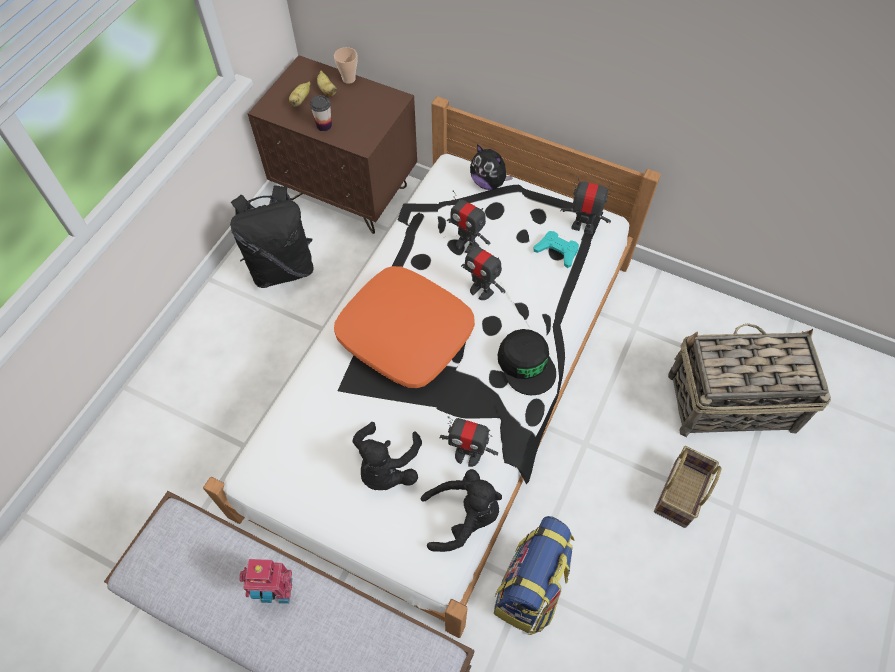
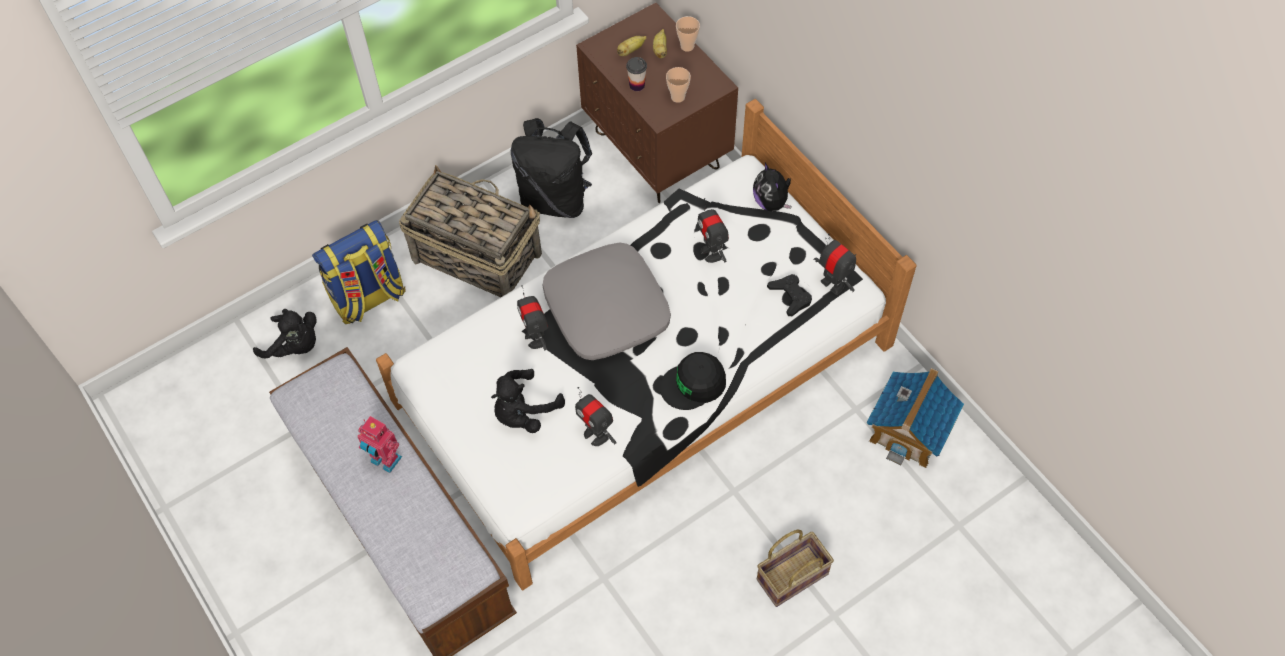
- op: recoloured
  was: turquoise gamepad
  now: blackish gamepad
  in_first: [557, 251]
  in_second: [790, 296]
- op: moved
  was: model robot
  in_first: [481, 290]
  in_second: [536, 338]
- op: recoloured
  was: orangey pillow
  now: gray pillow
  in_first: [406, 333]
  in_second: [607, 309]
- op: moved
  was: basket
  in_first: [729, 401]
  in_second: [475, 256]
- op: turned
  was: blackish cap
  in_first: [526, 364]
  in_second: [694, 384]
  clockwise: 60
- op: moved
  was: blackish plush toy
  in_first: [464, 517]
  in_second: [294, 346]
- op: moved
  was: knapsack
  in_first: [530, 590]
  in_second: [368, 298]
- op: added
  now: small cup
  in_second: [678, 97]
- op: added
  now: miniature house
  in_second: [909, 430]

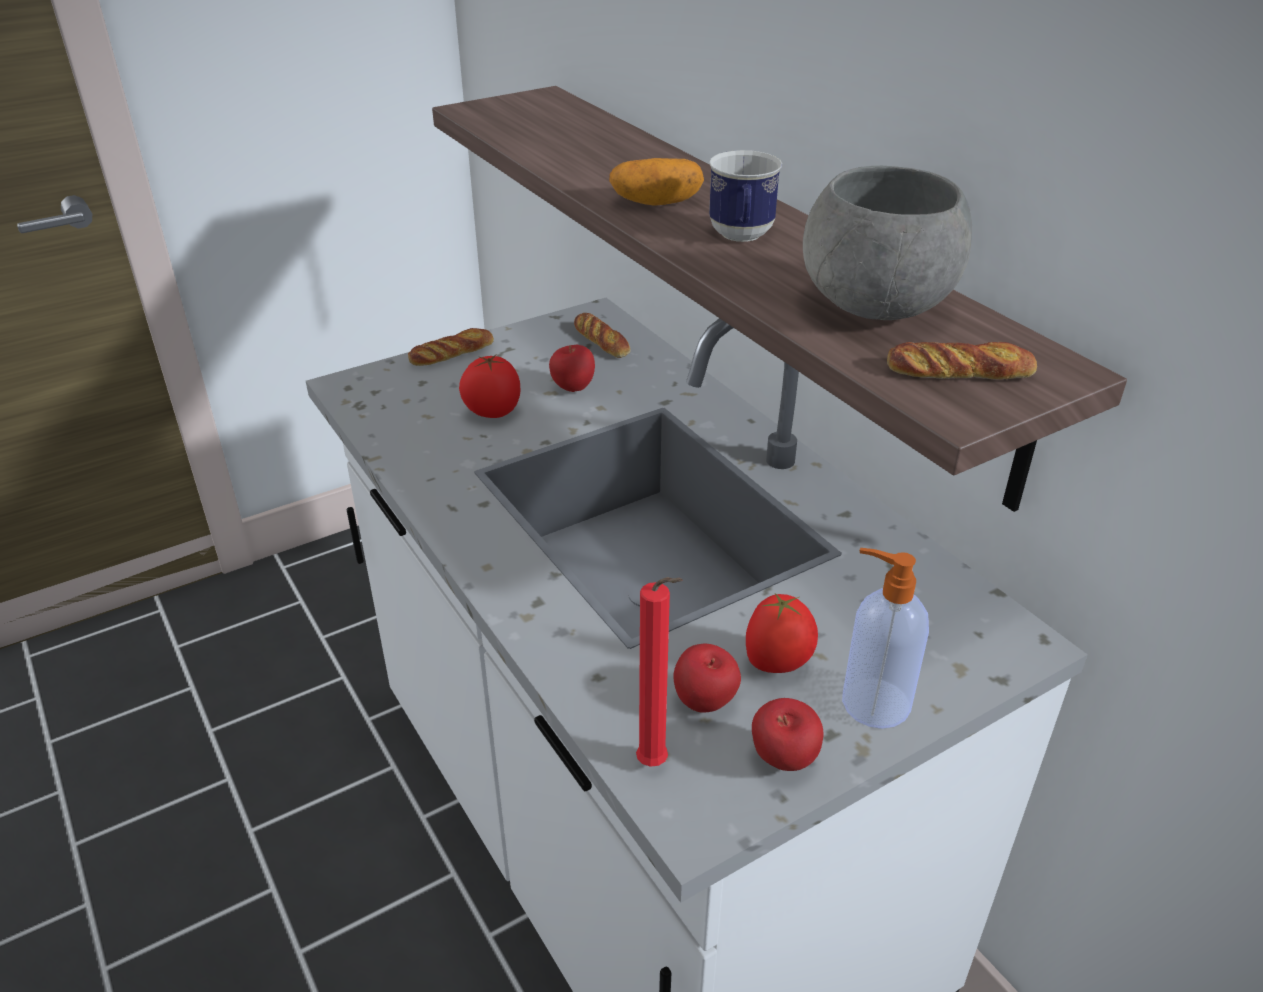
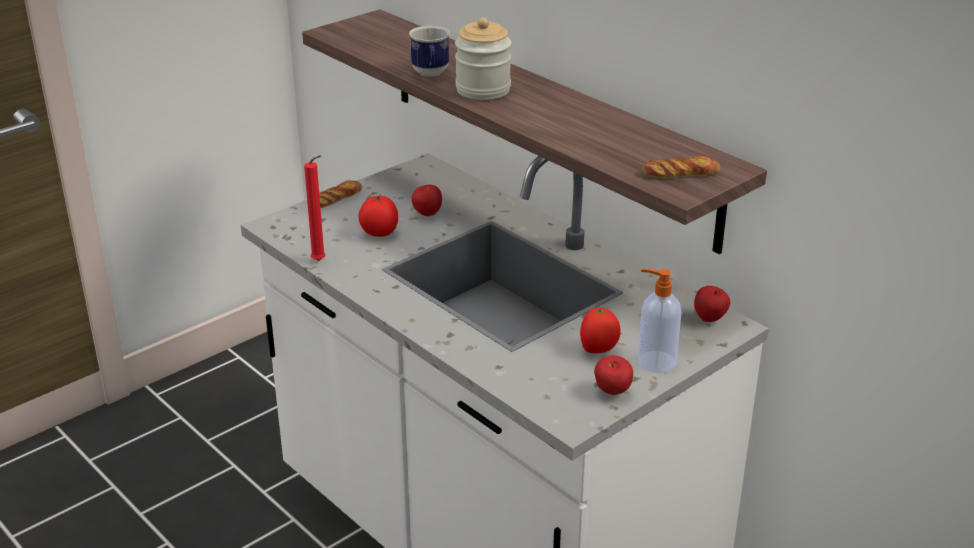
- op: moved
  was: tea mug
  in_first: [741, 238]
  in_second: [430, 74]
- op: replaced
  was: potato
  now: jar
  in_first: [656, 202]
  in_second: [483, 90]
- op: removed
  was: gray serving bowl
  in_first: [879, 307]
- op: removed
  was: baked bread
  in_first: [601, 341]
- op: moved
  was: reddish candle
  in_first: [656, 765]
  in_second: [320, 261]
- op: moved
  was: whole apple
  in_first: [705, 704]
  in_second: [710, 319]

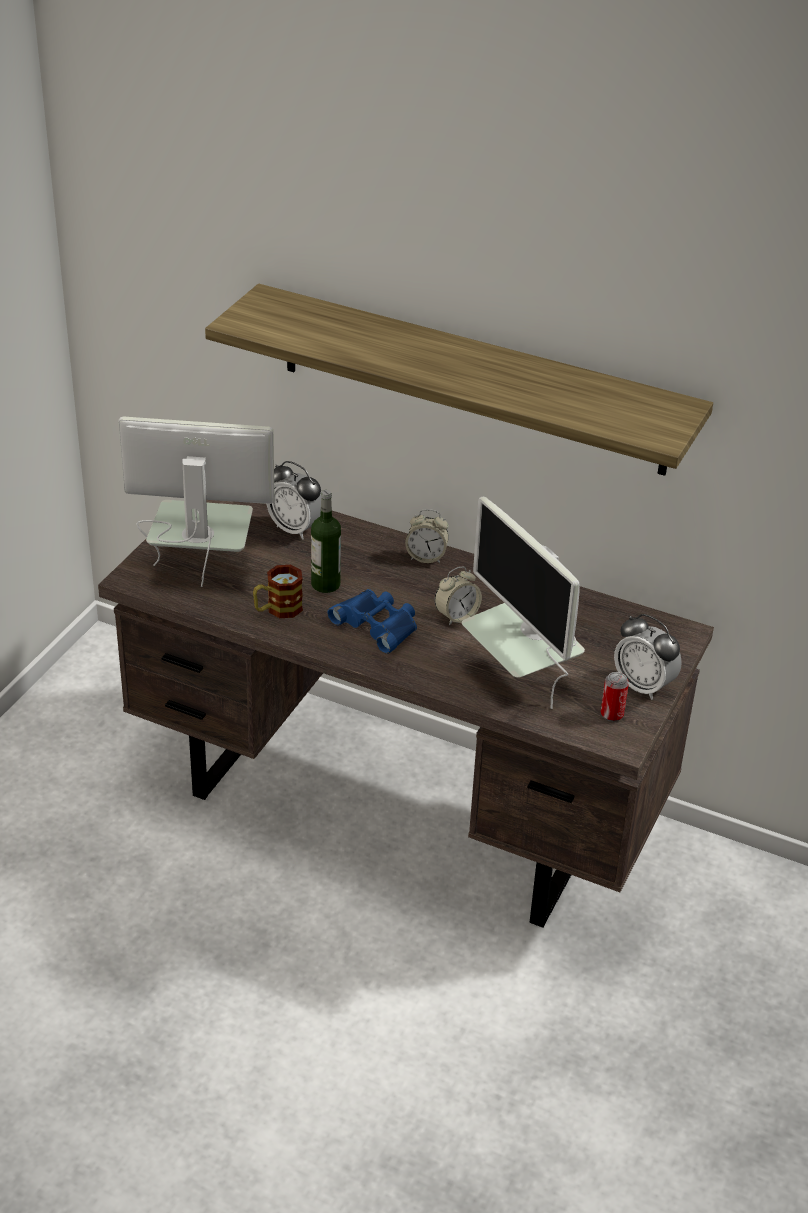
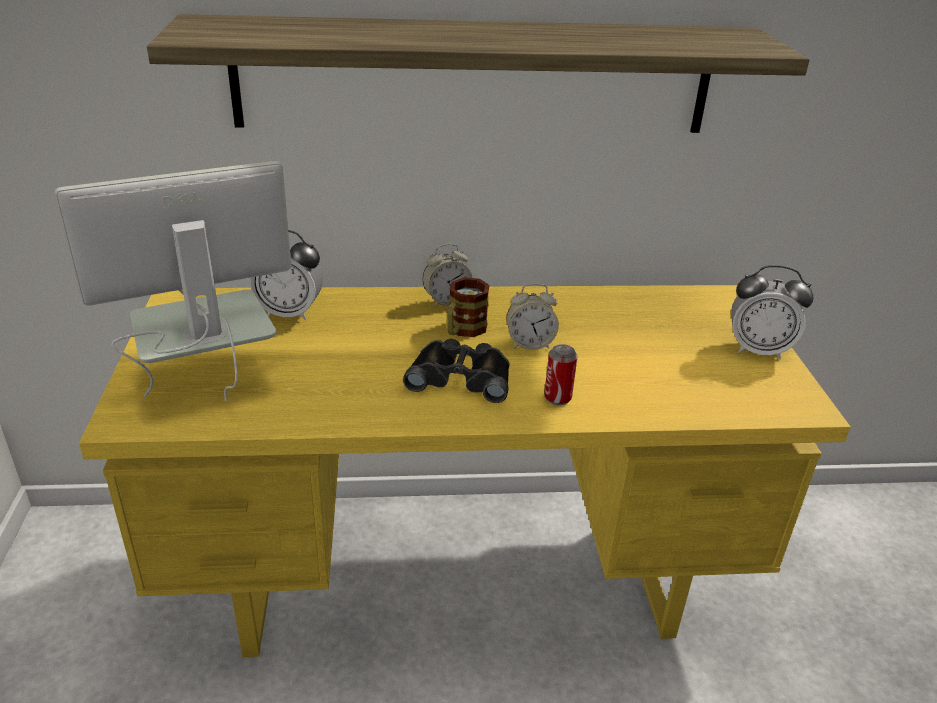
- op: removed
  was: beverage bottle
  in_first: [325, 584]
- op: removed
  was: monitor
  in_first: [522, 679]
- op: recoloured
  was: brown desk unit
  now: yellow-coloured desk unit
  in_first: [399, 808]
  in_second: [461, 576]
- op: moved
  was: tea mug
  in_first: [277, 609]
  in_second: [463, 330]
- op: turned
  was: bedside clock
  in_first: [456, 616]
  in_second: [529, 344]
  clockwise: 60
- op: recoloured
  was: blue pair of binoculars
  now: blackish pair of binoculars
  in_first: [377, 625]
  in_second: [461, 377]
- op: moved
  was: metal can
  in_first: [611, 714]
  in_second: [557, 398]

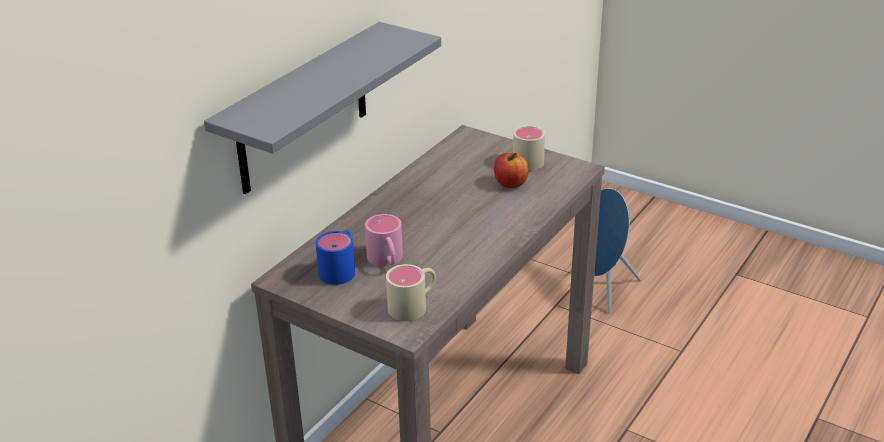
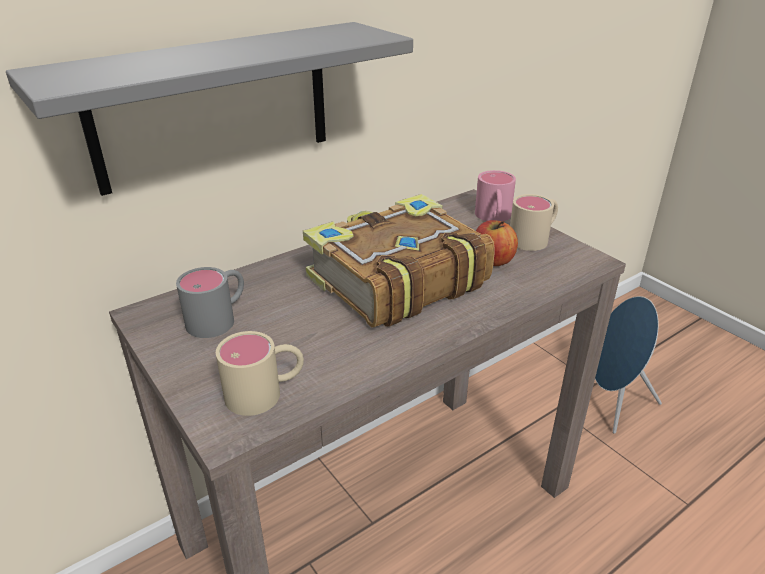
- op: moved
  was: pink-coloured tea mug
  in_first: [387, 260]
  in_second: [493, 218]
- op: recoloured
  was: blue tea mug
  now: gray tea mug
  in_first: [340, 268]
  in_second: [219, 318]
- op: added
  now: book
  in_second: [395, 280]

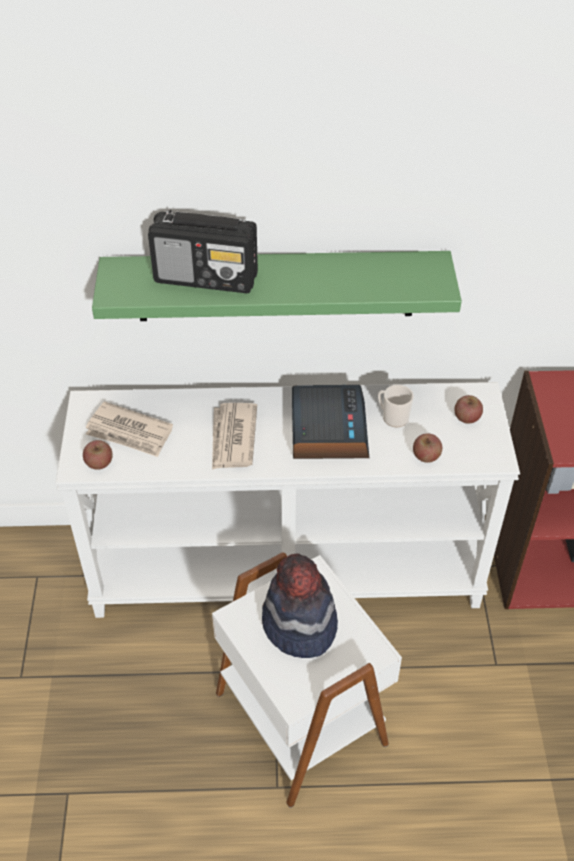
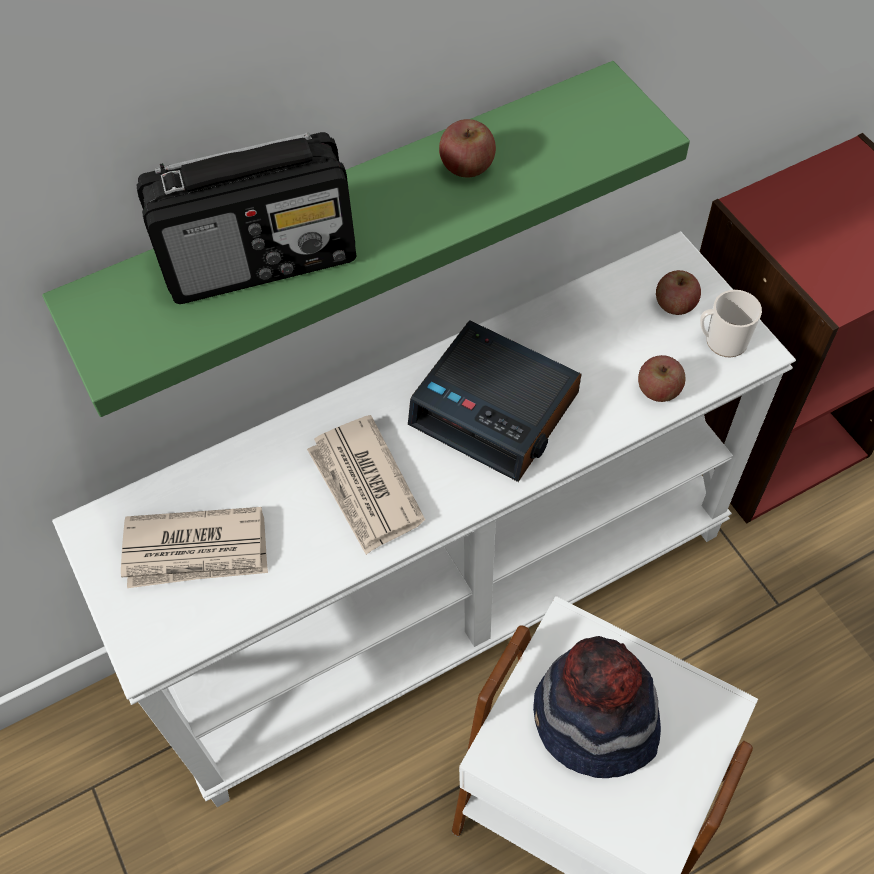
- op: turned
  was: bedside clock
  in_first: [327, 430]
  in_second: [496, 409]
  clockwise: 150
- op: moved
  was: tea mug
  in_first: [392, 417]
  in_second: [721, 341]
- op: moved
  was: whole apple
  in_first: [99, 463]
  in_second: [467, 166]

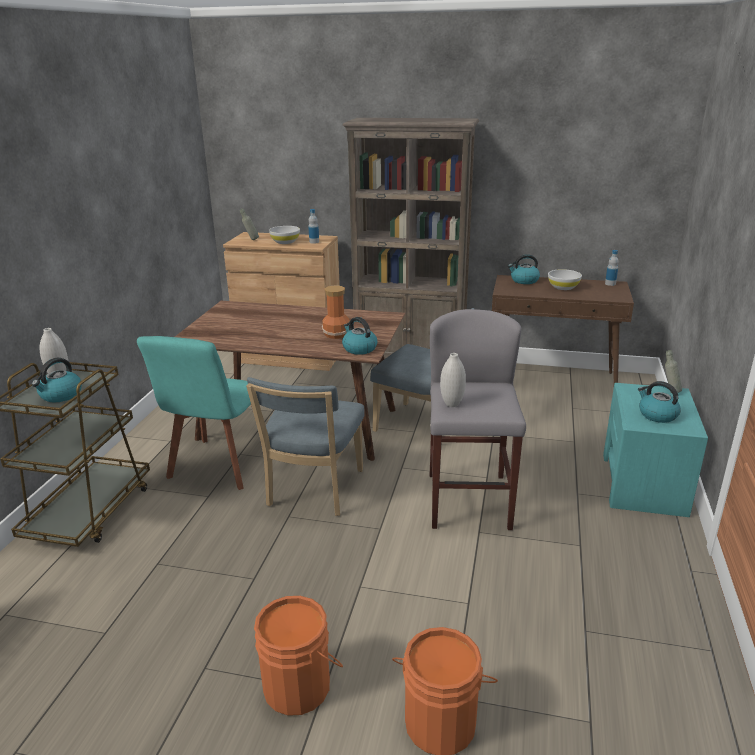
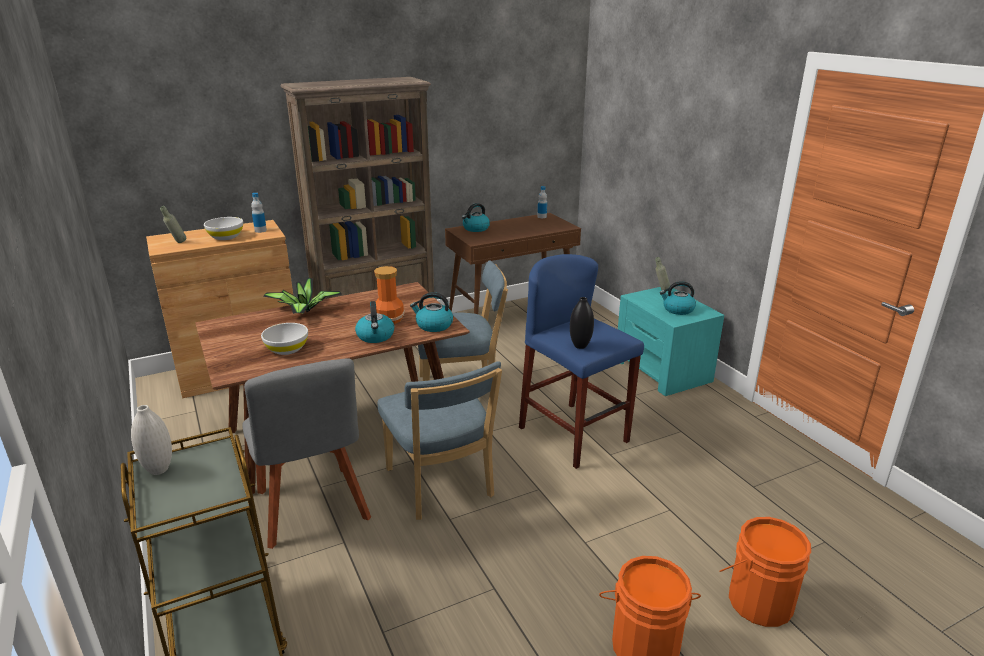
- op: moved
  was: whitish serving bowl
  in_first: [563, 287]
  in_second: [287, 349]
- op: recoloured
  was: gray sitting stool
  now: blue sitting stool
  in_first: [469, 501]
  in_second: [573, 434]
- op: recoloured
  was: turquoise chair
  now: gray chair
  in_first: [218, 466]
  in_second: [313, 509]
- op: recoloured
  was: whitish decorative vase
  now: blackish decorative vase
  in_first: [452, 404]
  in_second: [580, 346]
- op: moved
  was: kettle
  in_first: [60, 395]
  in_second: [375, 336]
- op: added
  now: potted plant
  in_second: [305, 311]

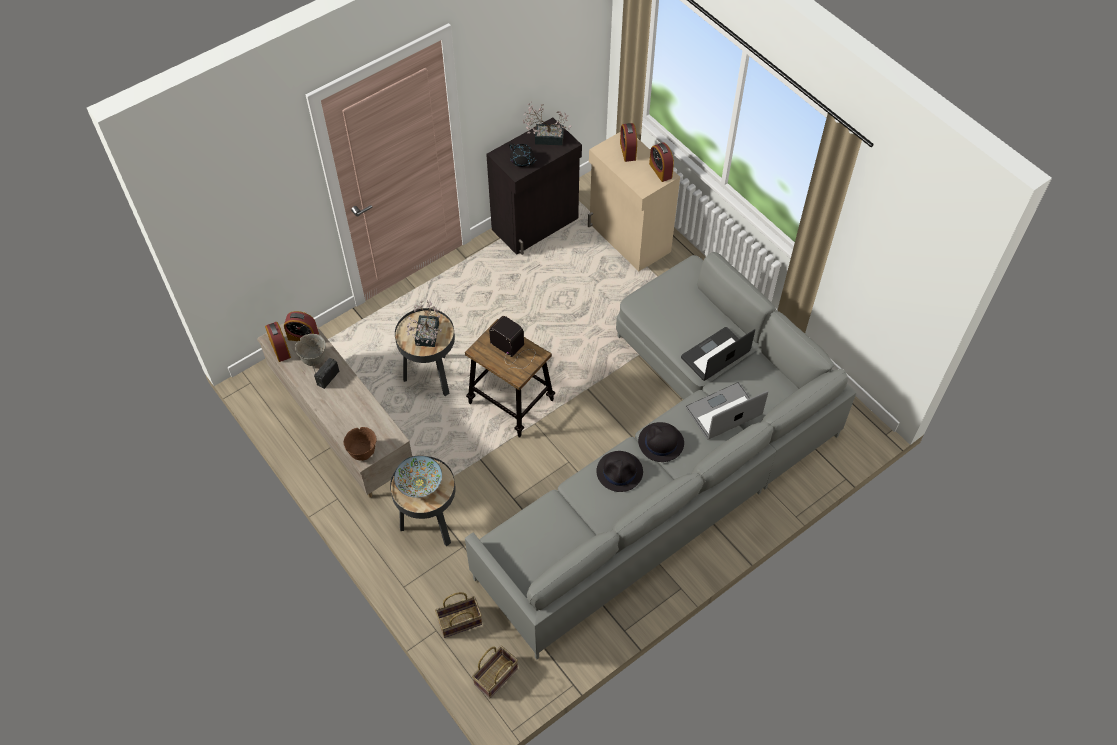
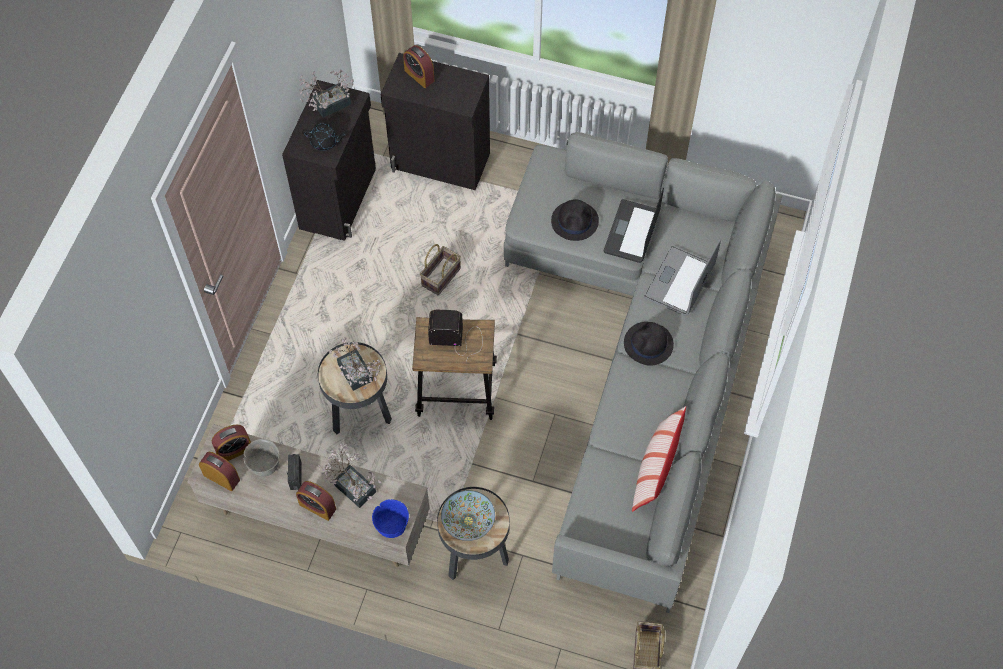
- op: recoloured
  was: beige-coloured storage cabinet
  now: blackish storage cabinet
  in_first: [629, 239]
  in_second: [440, 162]
- op: moved
  was: bedside clock
  in_first: [660, 171]
  in_second: [317, 506]
- op: recoloured
  was: brown serving bowl
  now: blue serving bowl
  in_first: [363, 451]
  in_second: [391, 526]
- op: moved
  was: blackish clothing hat
  in_first: [620, 472]
  in_second: [575, 221]
- op: moved
  was: basket
  in_first: [459, 623]
  in_second: [441, 278]
- op: added
  now: pillow
  in_second: [655, 468]
- op: added
  now: potted plant
  in_second: [352, 485]

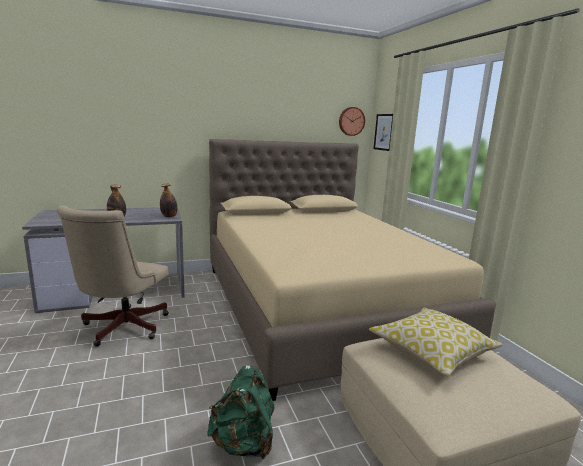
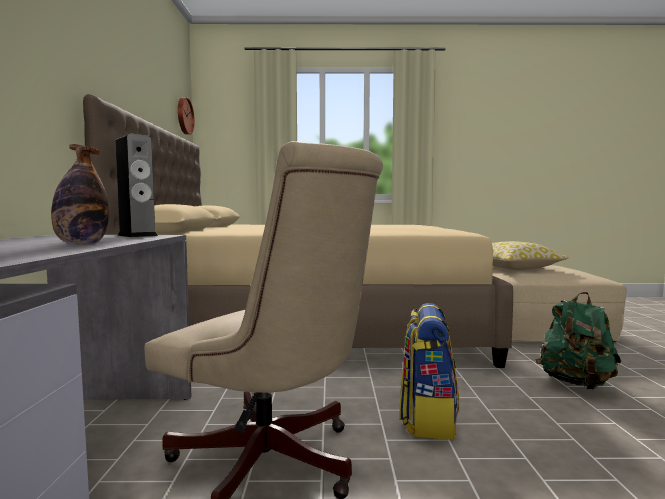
- op: removed
  was: wall picture
  in_first: [384, 132]
- op: replaced
  was: beverage bottle
  now: loudspeaker
  in_first: [169, 216]
  in_second: [137, 235]
- op: added
  now: knapsack
  in_second: [427, 418]

